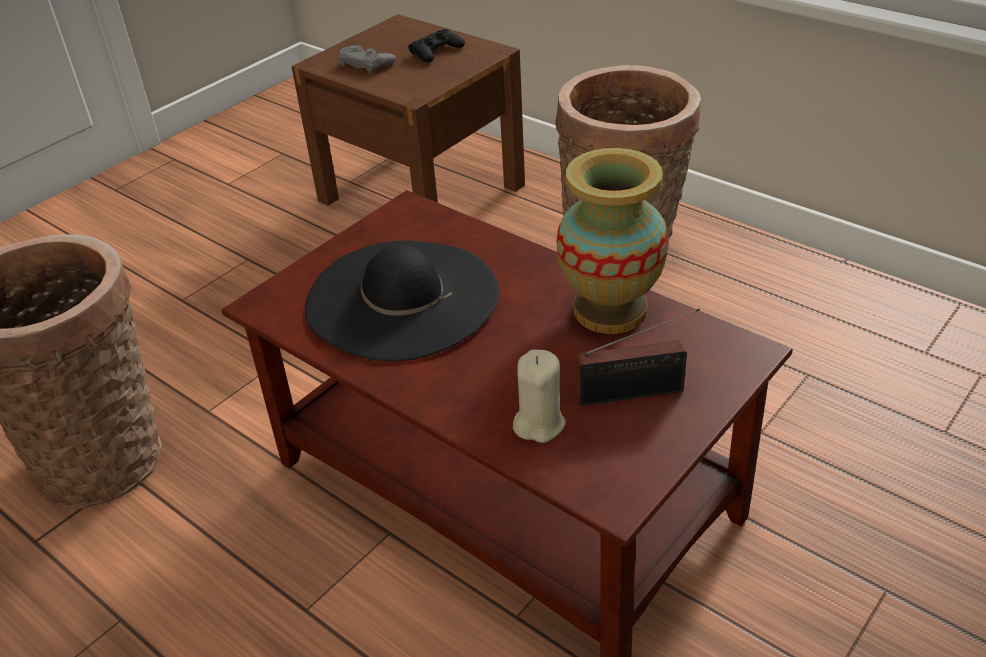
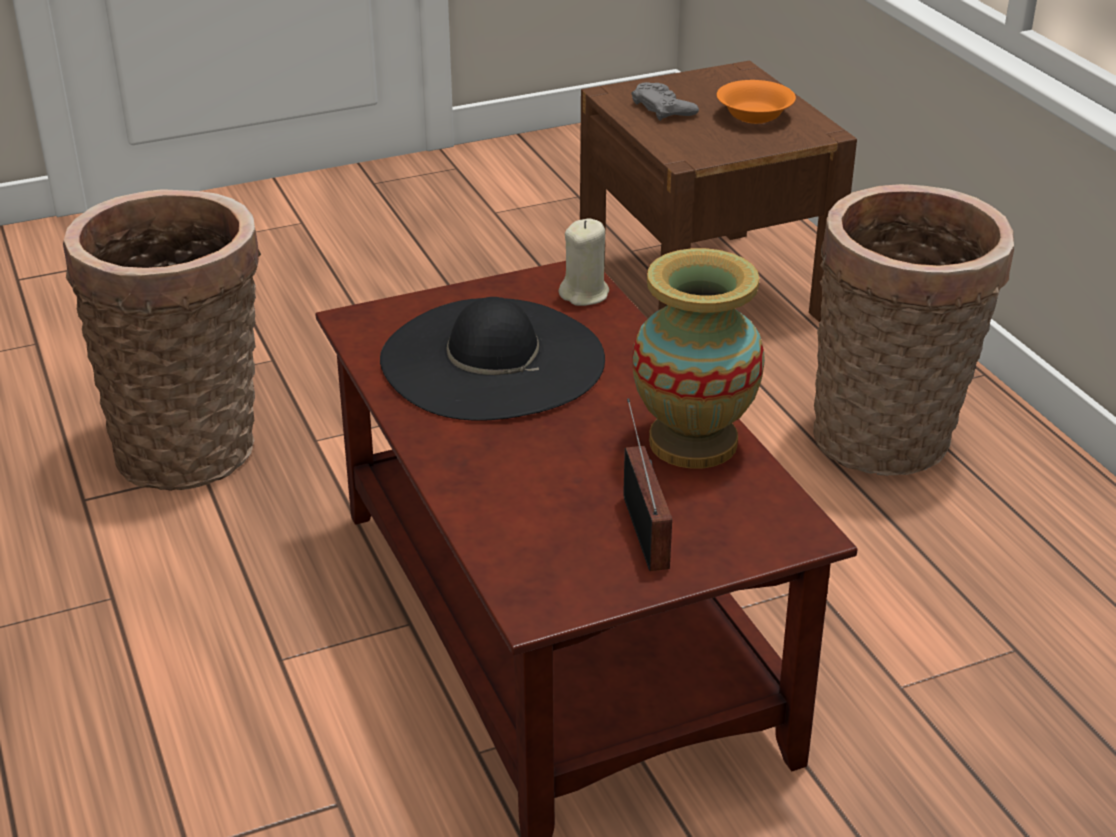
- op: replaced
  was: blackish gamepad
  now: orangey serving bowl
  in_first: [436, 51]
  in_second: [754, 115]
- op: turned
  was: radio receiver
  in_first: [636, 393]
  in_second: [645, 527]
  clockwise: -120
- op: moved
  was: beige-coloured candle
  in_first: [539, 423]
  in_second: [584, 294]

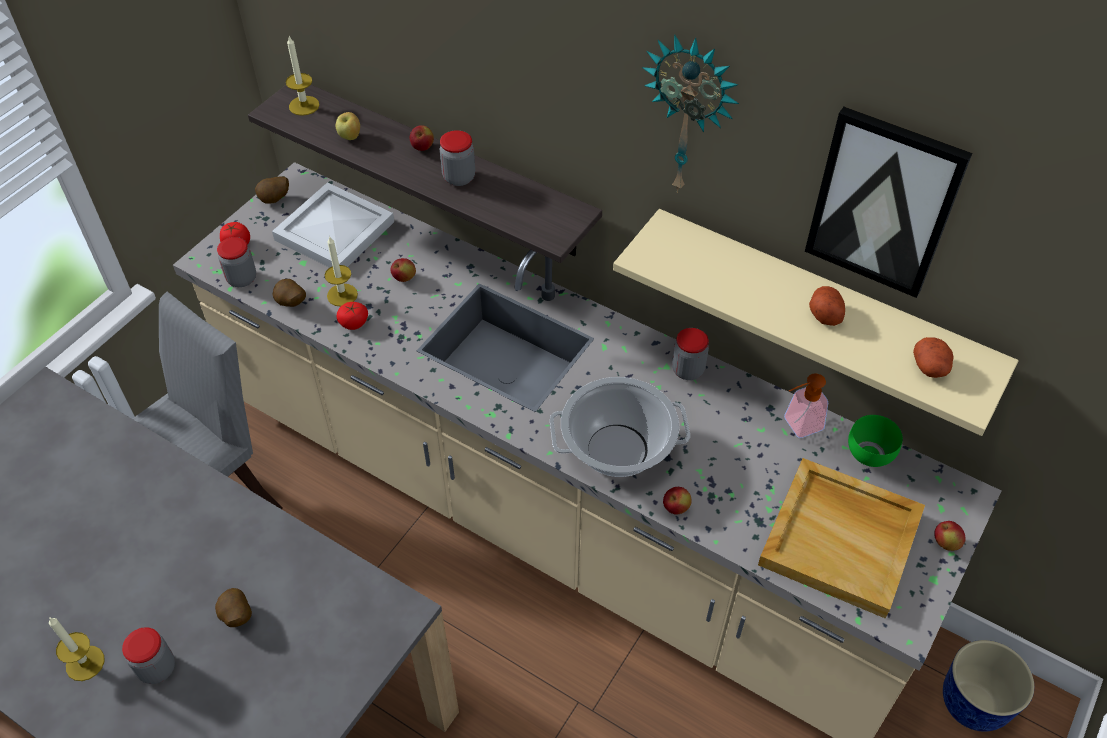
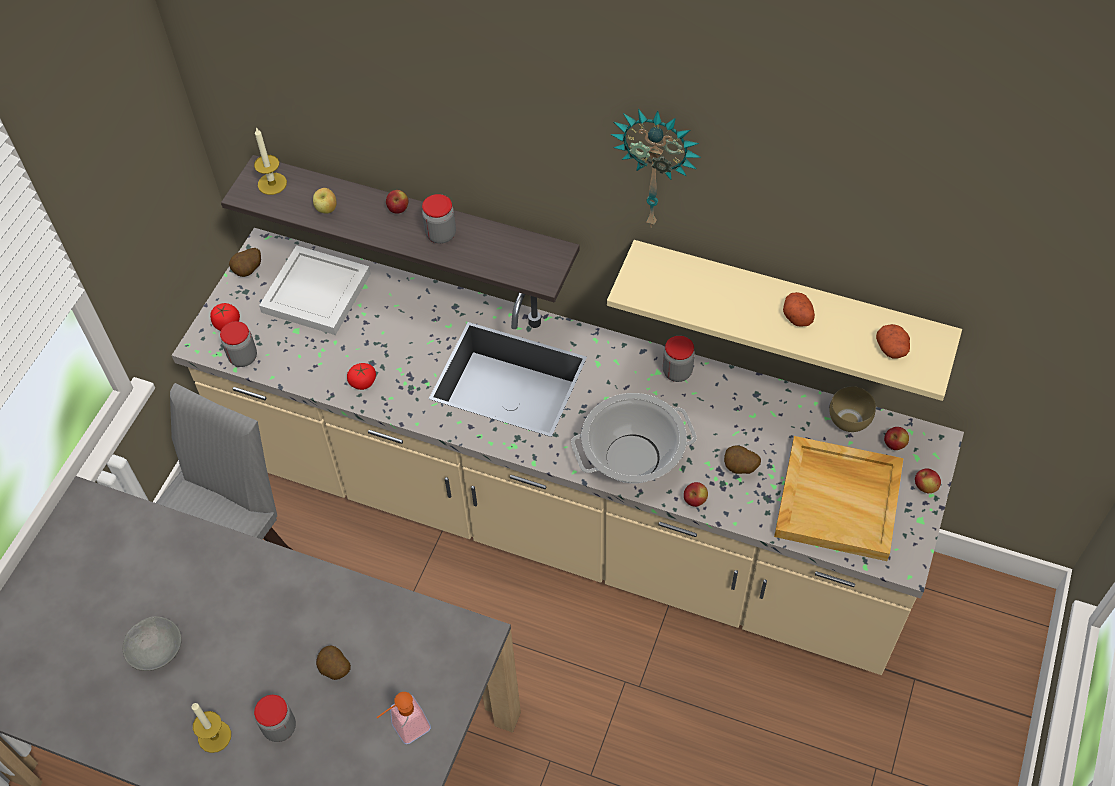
- op: removed
  was: wall picture
  in_first: [883, 202]
- op: removed
  was: candle
  in_first: [342, 295]
- op: moved
  was: whole apple
  in_first: [404, 278]
  in_second: [894, 444]
- op: moved
  was: potato
  in_first: [291, 304]
  in_second: [740, 468]
- op: moved
  was: soap dispenser
  in_first: [797, 426]
  in_second: [405, 730]
- op: recoloured
  was: green serving bowl
  now: brown serving bowl
  in_first: [868, 452]
  in_second: [848, 419]
- op: removed
  was: planter
  in_first: [973, 705]
- op: added
  now: gray serving bowl
  in_second: [155, 648]

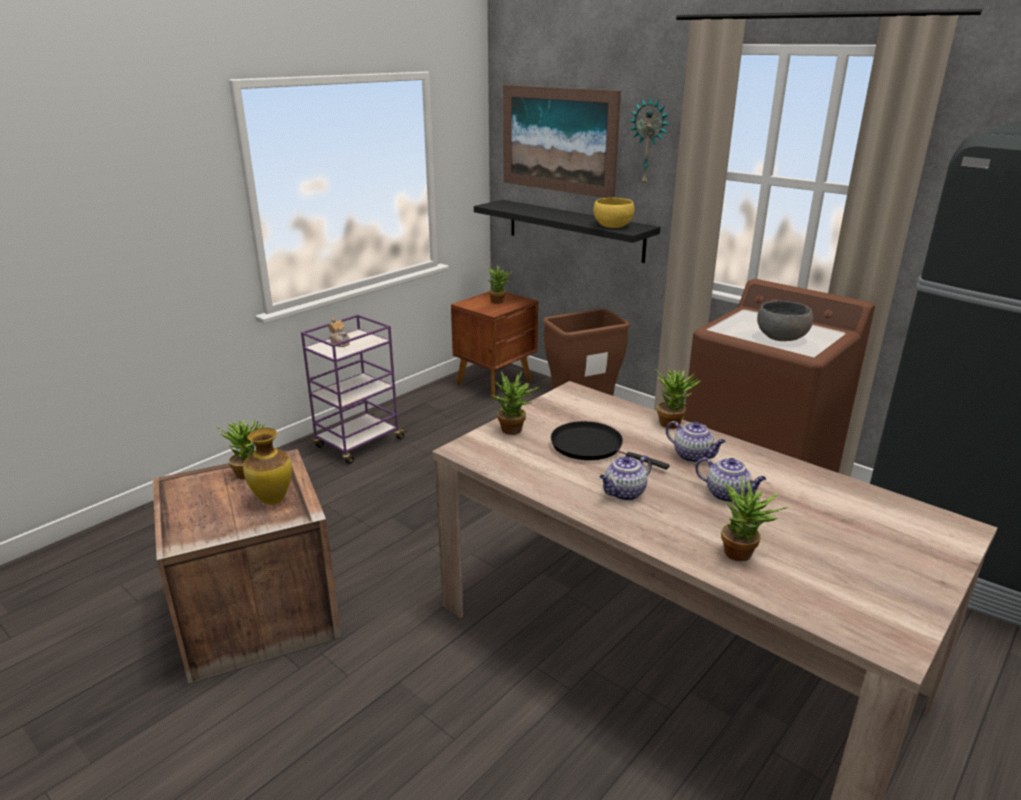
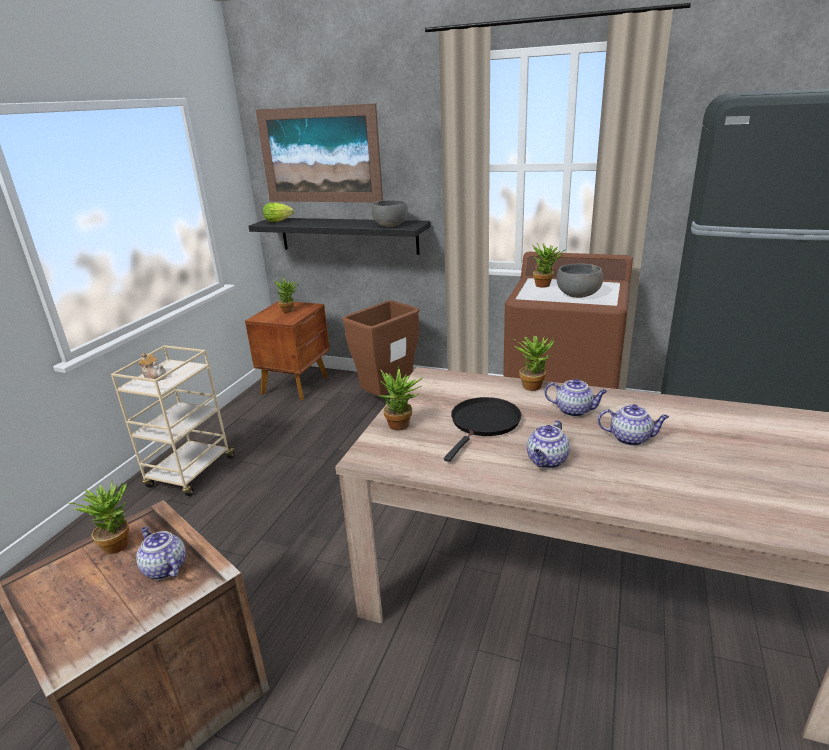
- op: removed
  was: clock on the wall
  in_first: [649, 141]
- op: recoloured
  was: yellow-coloured serving bowl
  now: gray serving bowl
  in_first: [612, 226]
  in_second: [390, 225]
- op: recoloured
  was: purple-coloured trolley
  now: beige-coloured trolley
  in_first: [358, 444]
  in_second: [191, 473]
- op: turned
  was: blackish frying pan
  in_first: [591, 447]
  in_second: [484, 424]
  clockwise: 105
- op: replaced
  was: decorative vase
  now: teapot
  in_first: [272, 500]
  in_second: [164, 568]
- op: moved
  was: potted plant
  in_first: [743, 555]
  in_second: [546, 285]
- op: added
  now: head of lettuce
  in_second: [280, 221]

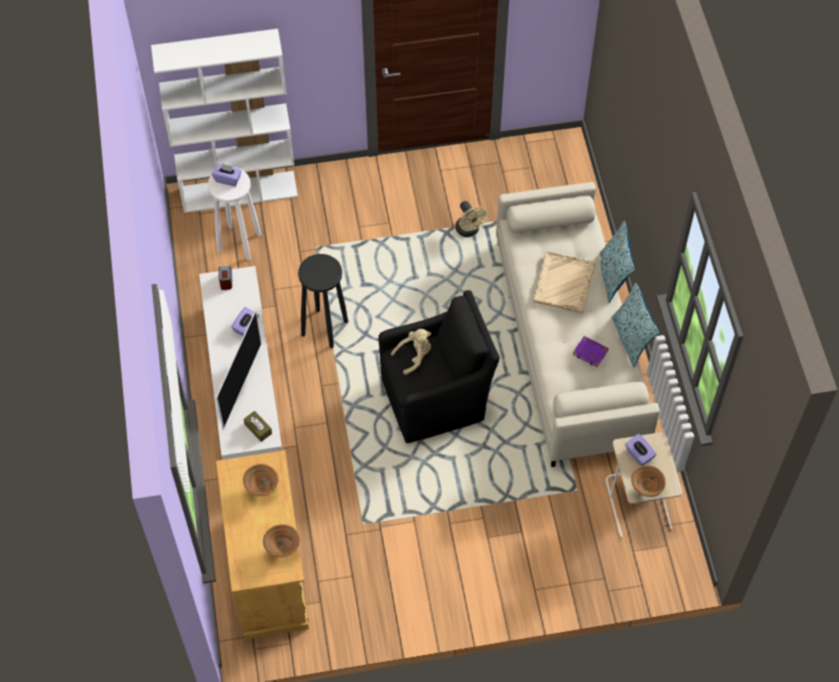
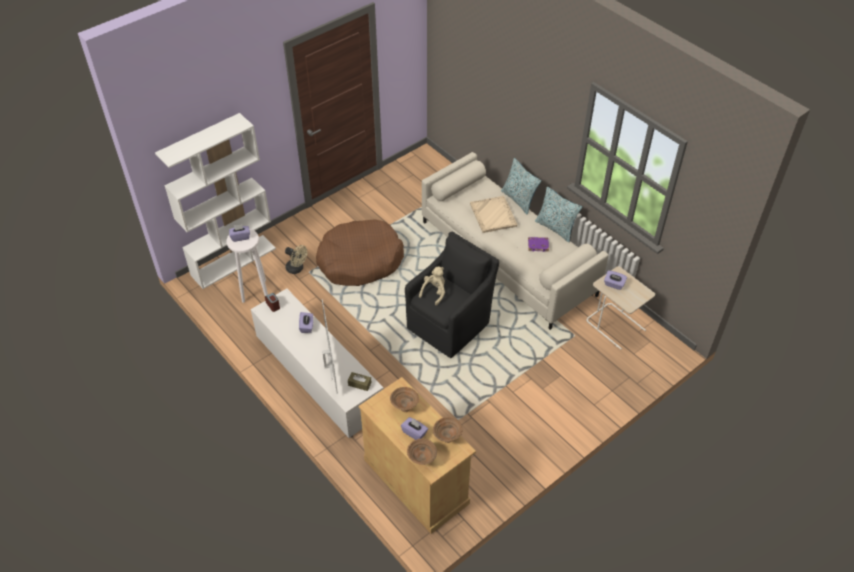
- op: moved
  was: beige-coloured fan
  in_first: [469, 231]
  in_second: [297, 269]
- op: removed
  was: blackish sitting stool
  in_first: [325, 327]
- op: moved
  was: brown serving bowl
  in_first: [646, 490]
  in_second: [422, 460]
- op: added
  now: brown dog cushion
  in_second: [360, 261]
- op: added
  now: purple-coloured tissue holder
  in_second: [414, 433]

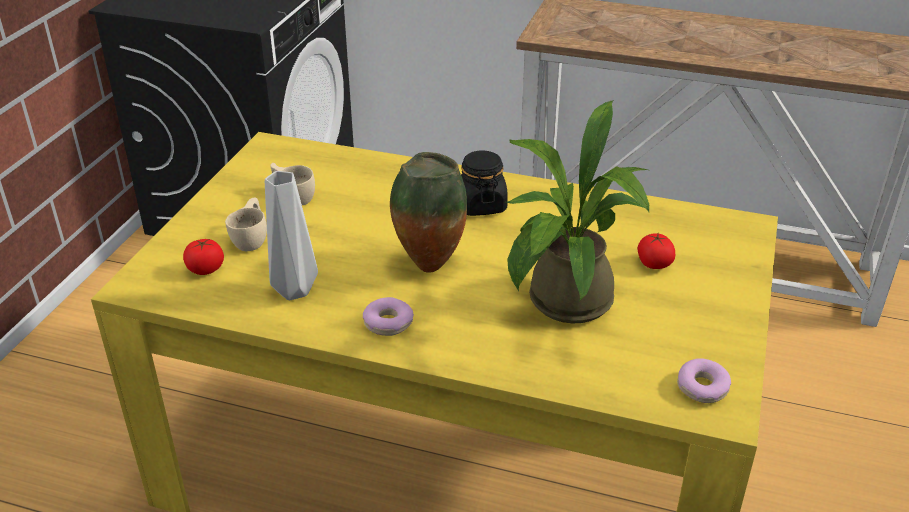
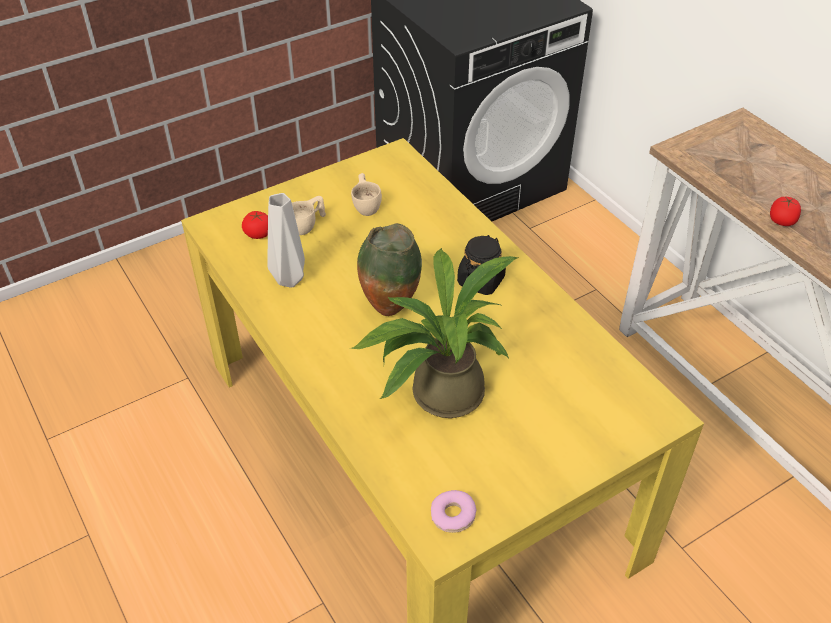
- op: moved
  was: whole tomato
  in_first: [654, 264]
  in_second: [781, 221]
- op: removed
  was: donut
  in_first: [388, 323]

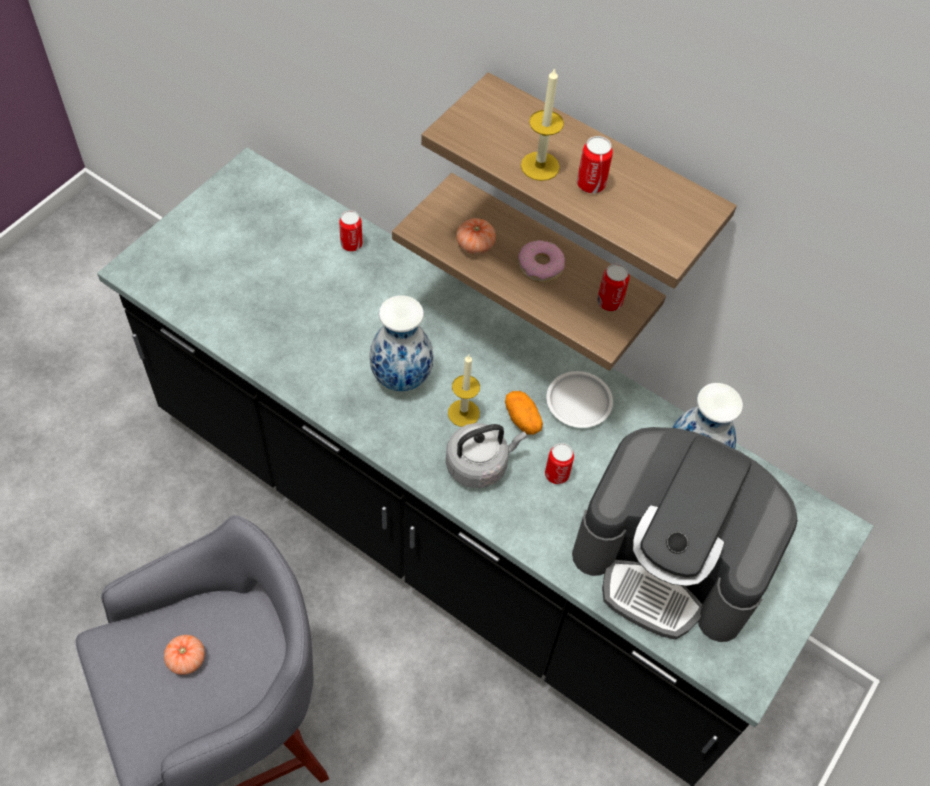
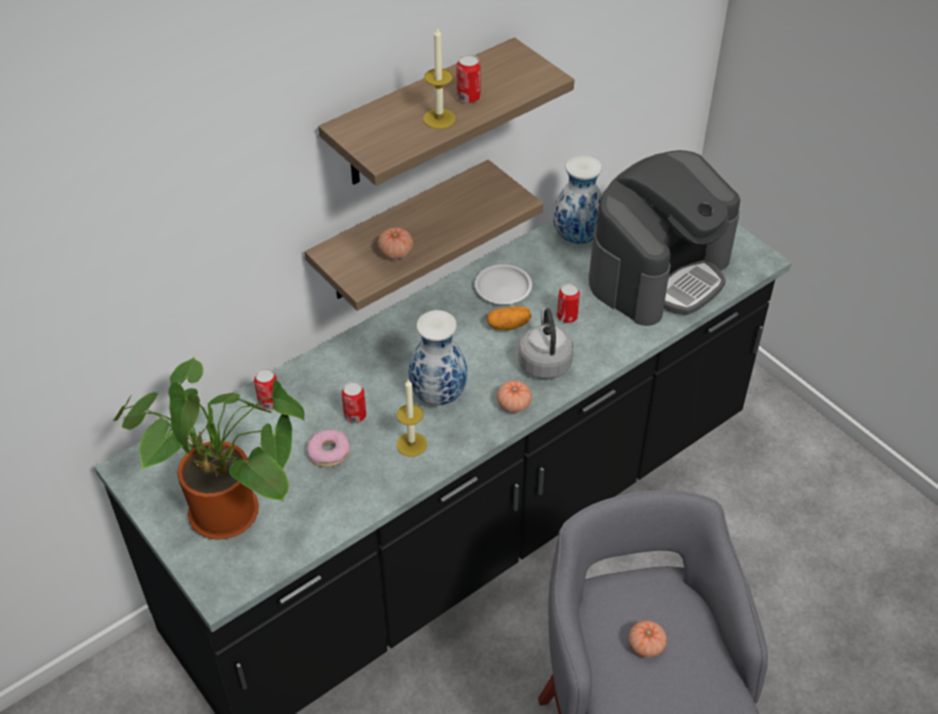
- op: moved
  was: donut
  in_first: [540, 266]
  in_second: [329, 453]
- op: moved
  was: metal can
  in_first: [609, 302]
  in_second: [355, 415]
- op: moved
  was: candle
  in_first: [463, 413]
  in_second: [411, 444]
- op: added
  now: potted plant
  in_second: [233, 513]
- op: added
  now: whole tomato
  in_second: [514, 404]

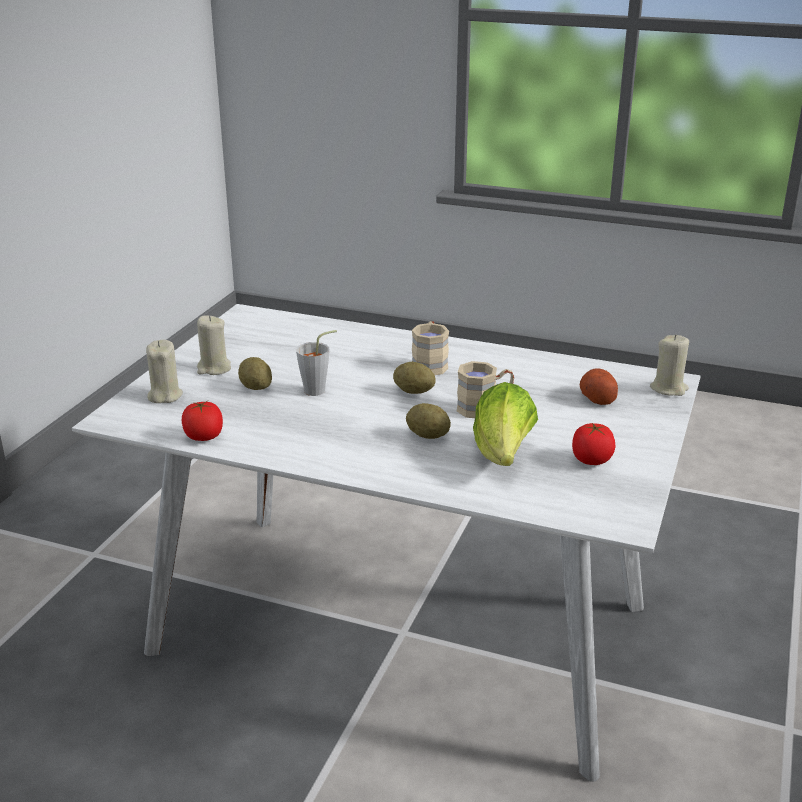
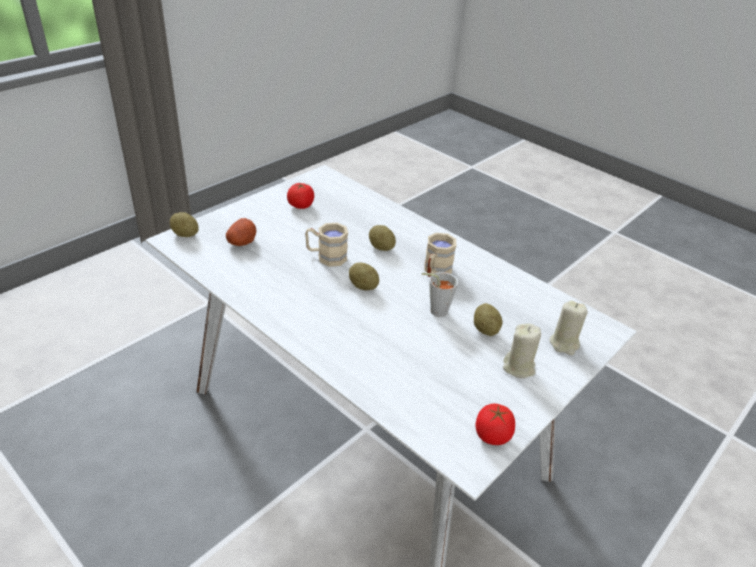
- op: moved
  was: beige-coloured tea mug
  in_first: [430, 364]
  in_second: [435, 271]
- op: replaced
  was: beige-coloured candle
  now: potato
  in_first: [669, 389]
  in_second: [185, 234]
- op: removed
  was: head of lettuce
  in_first: [503, 455]
- op: moved
  was: whole tomato
  in_first: [204, 437]
  in_second: [492, 435]

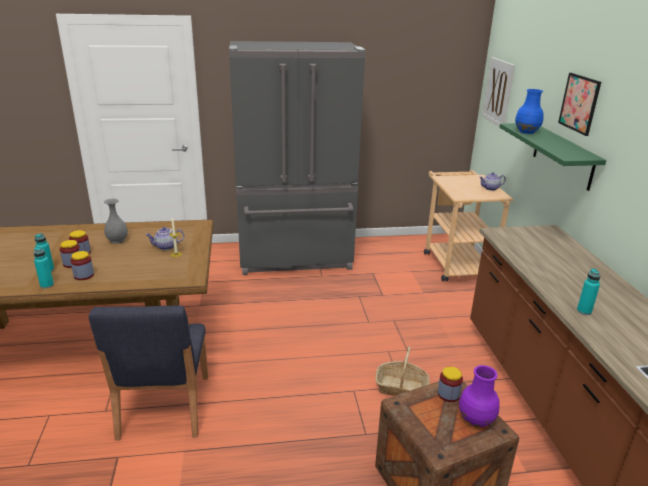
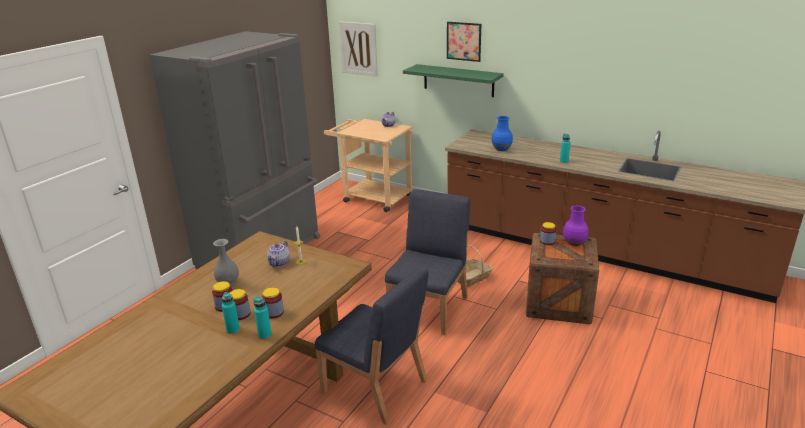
- op: moved
  was: blue decorative vase
  in_first: [527, 132]
  in_second: [502, 149]
- op: added
  now: blue chair
  in_second: [429, 308]

